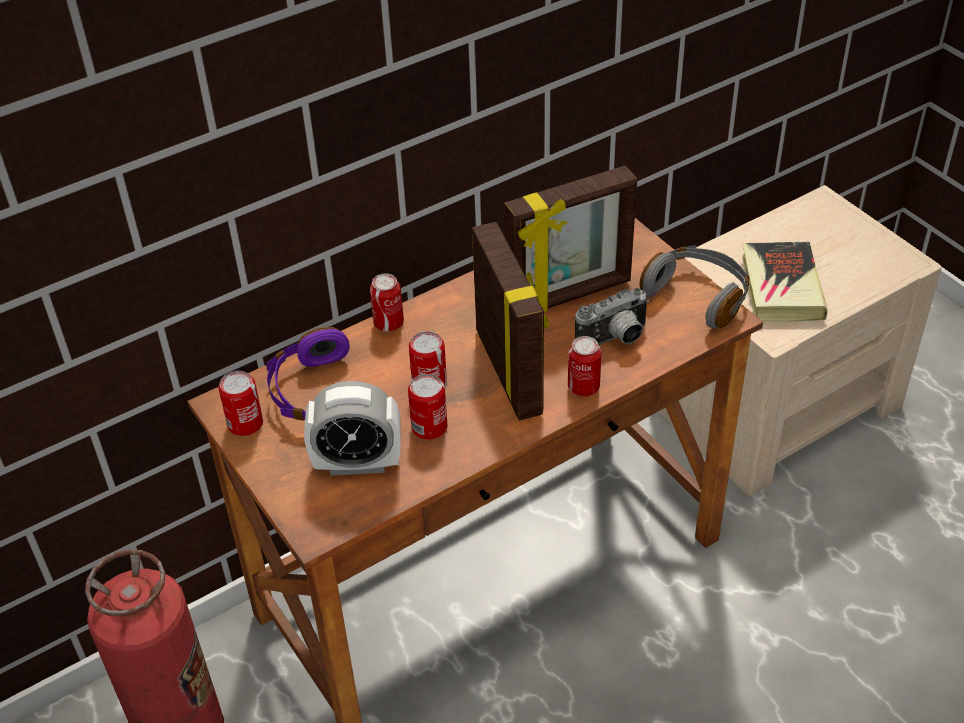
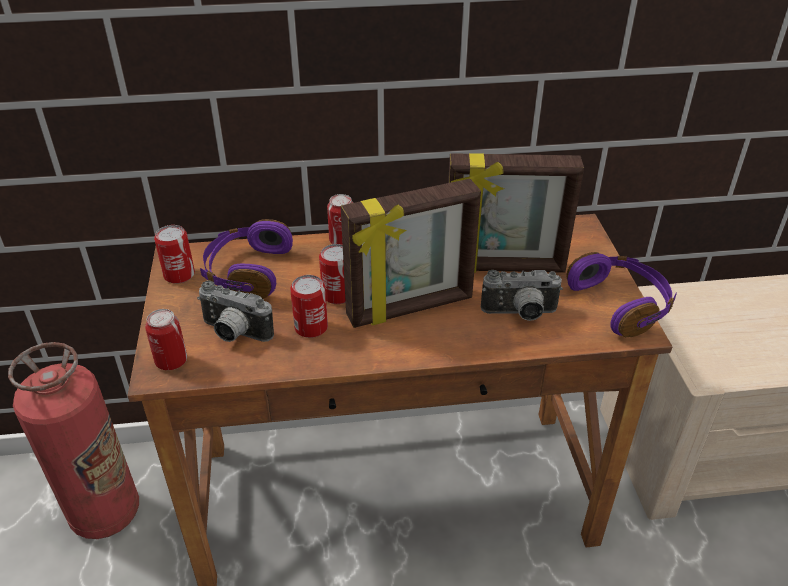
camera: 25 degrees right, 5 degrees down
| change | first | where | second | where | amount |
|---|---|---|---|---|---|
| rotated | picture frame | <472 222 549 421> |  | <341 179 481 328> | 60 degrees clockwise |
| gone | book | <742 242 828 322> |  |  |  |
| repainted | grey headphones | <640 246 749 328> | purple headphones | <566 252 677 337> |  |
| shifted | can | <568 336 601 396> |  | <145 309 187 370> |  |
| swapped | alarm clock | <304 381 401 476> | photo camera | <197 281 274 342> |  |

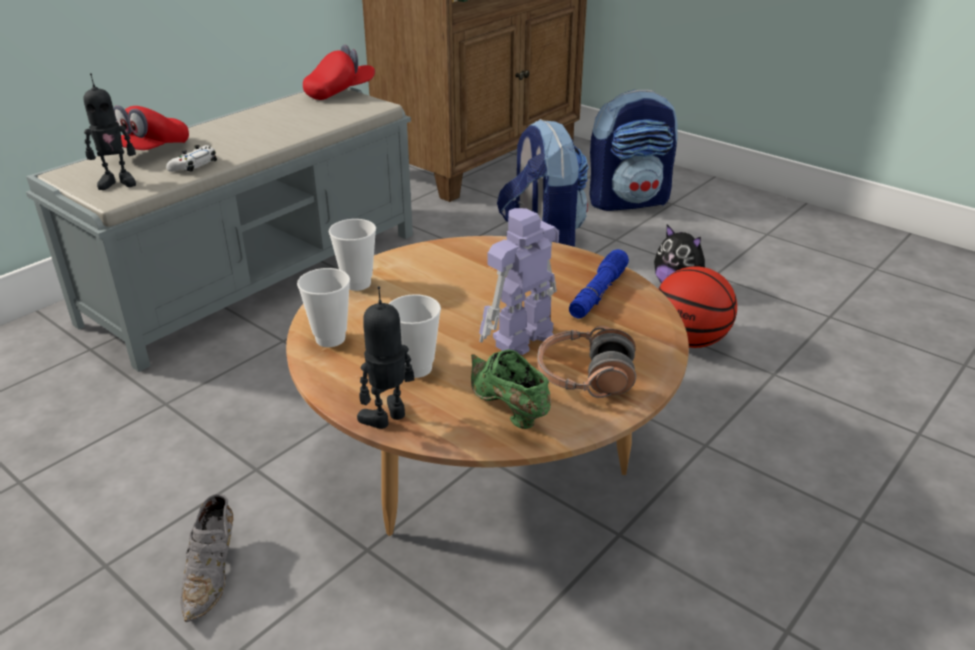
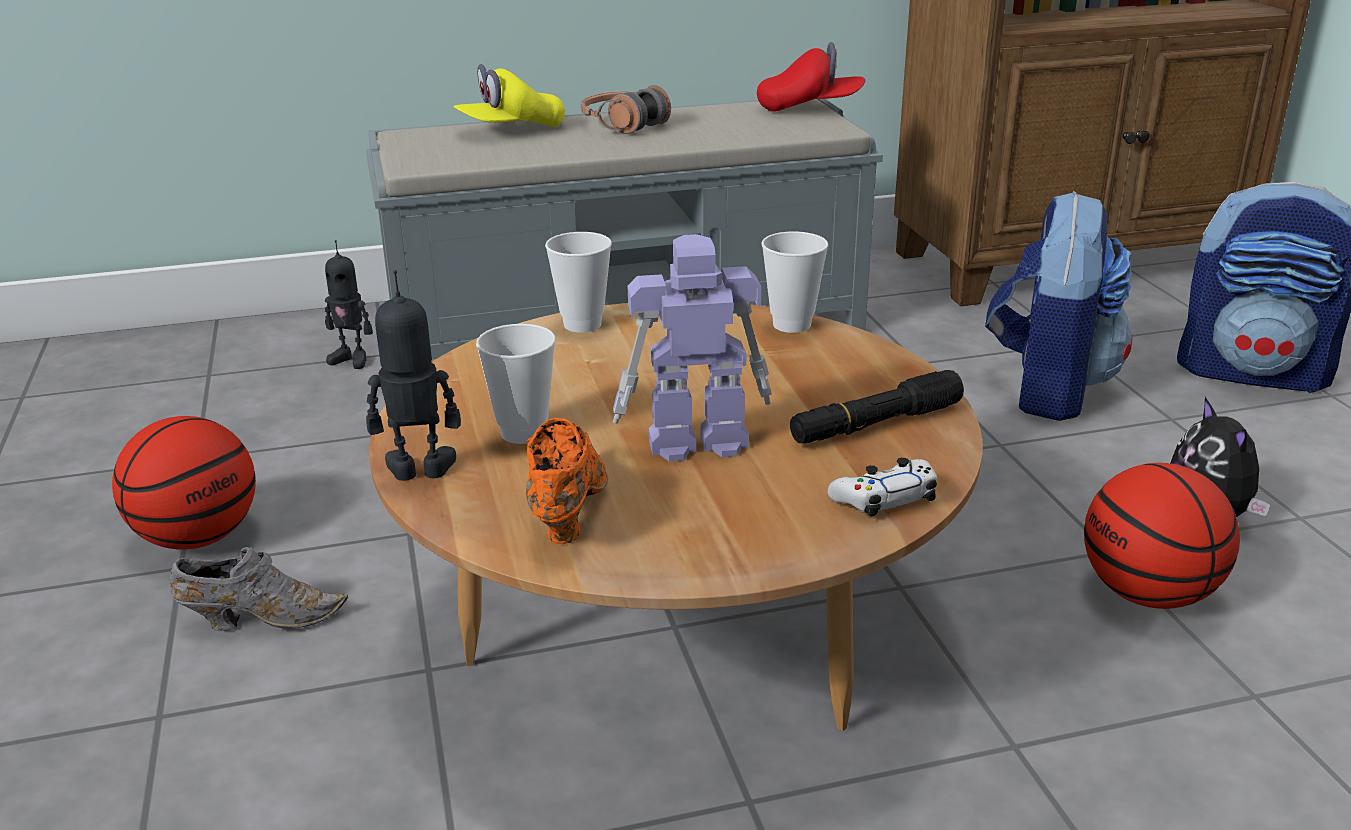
camera: 35 degrees right, 5 degrees down
| change | first | where | second | where | amount |
|---|---|---|---|---|---|
| shifted | toy robot | <84 73 136 190> |  | <325 240 373 369> |  |
| repainted | red cap | <113 105 189 150> | yellow cap | <453 64 565 127> |  |
| shifted | white game controller | <166 145 217 172> |  | <828 458 937 517> |  |
| repainted | blue flashlight | <569 249 629 319> | black flashlight | <790 370 964 444> |  |
| shifted | cup | <297 268 350 347> |  | <761 231 829 333> |  |
| shifted | headphones | <537 326 636 398> |  | <581 85 671 134> |  |
| repainted | green shoe | <471 349 551 429> | orange shoe | <526 418 608 544> |  |
| rotated | grey shoe | <180 494 233 622> |  | <170 547 348 631> | 135 degrees counterclockwise |
| new |  |  | basketball | <112 416 256 550> |  |

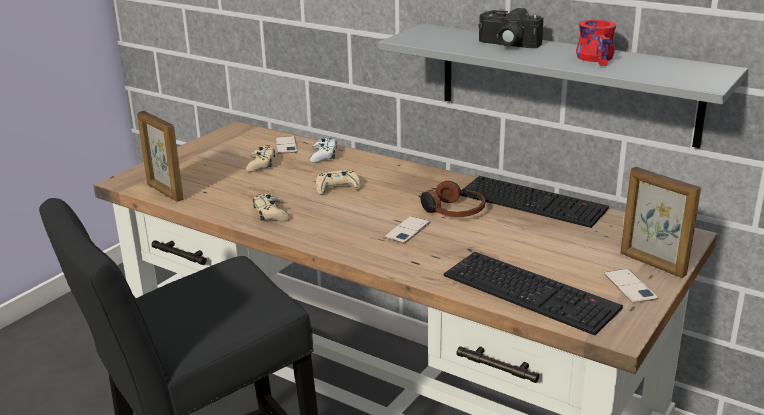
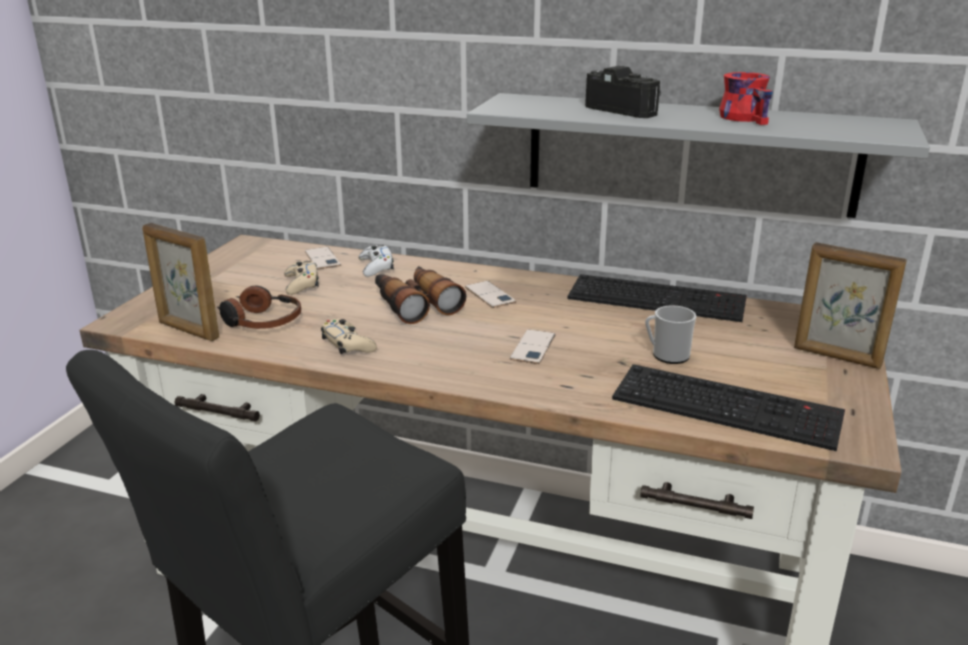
camera: 15 degrees left, 0 degrees up
| change | first | where | second | where | amount |
|---|---|---|---|---|---|
| rotated | photo camera | <478 8 543 48> |  | <585 66 661 118> | 150 degrees counterclockwise |
| swapped | beige game controller | <316 170 361 195> | binoculars | <375 266 466 324> |  |
| shifted | headphones | <418 181 485 217> |  | <218 285 301 329> |  |
| shifted | phone | <604 269 658 303> |  | <465 281 516 308> |  |
| new |  |  | mug | <645 305 696 364> |  |

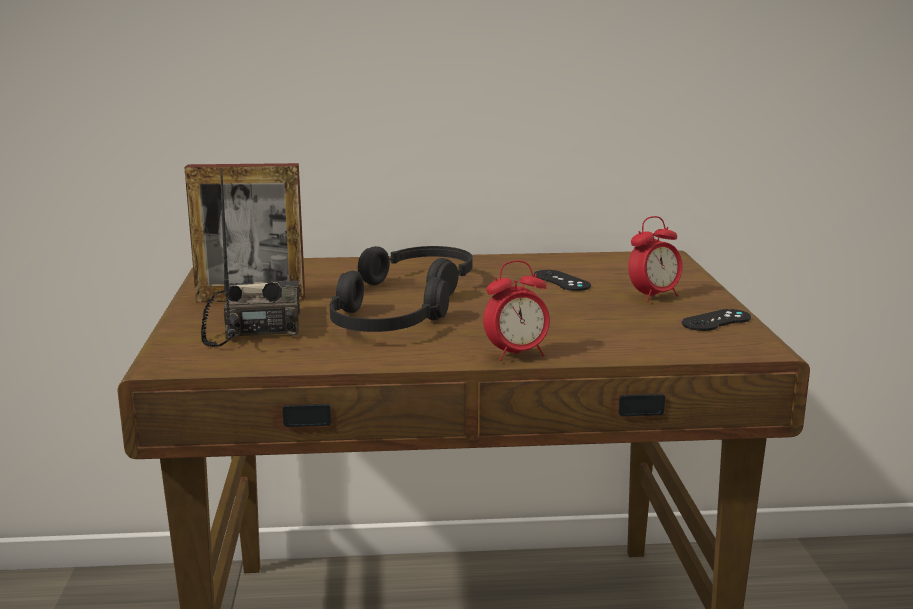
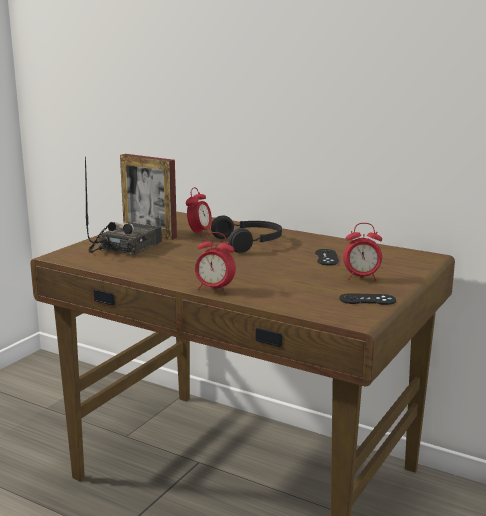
camera: 35 degrees right, 0 degrees up
| change | first | where | second | where | amount |
|---|---|---|---|---|---|
| gone | black headphones | <330 271 449 332> |  |  |  |
| new |  |  | alarm clock | <186 187 212 236> |  |

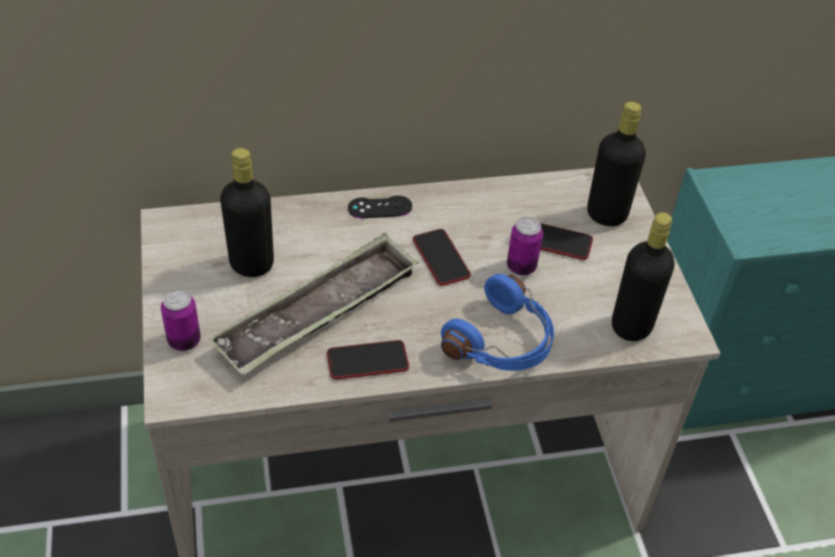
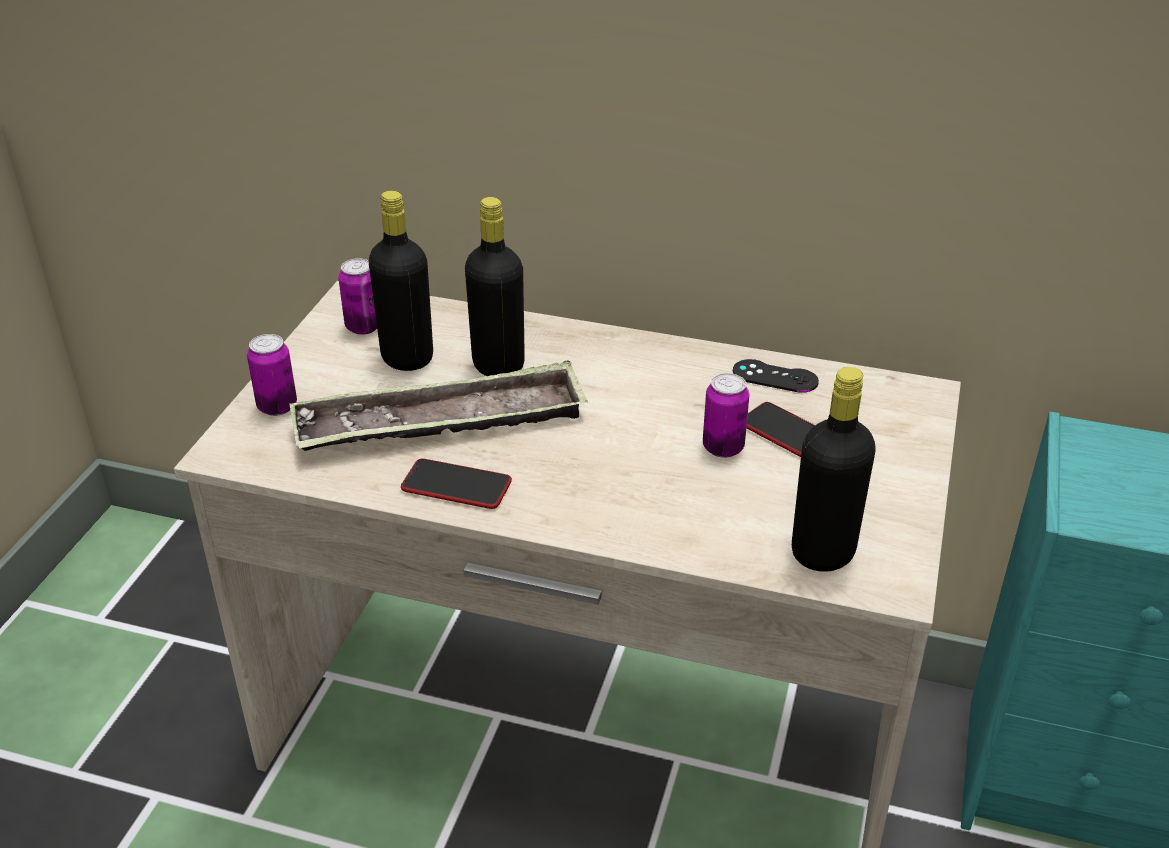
camera: 30 degrees right, 10 degrees down
| change | first | where | second | where | amount |
|---|---|---|---|---|---|
| shifted | black bottle | <587 102 646 226> |  | <465 197 525 376> |  |
| shifted | black game controller | <348 195 412 218> |  | <733 359 819 393> |  |
| gone | phone | <413 229 471 286> |  |  |  |
| gone | blue headphones | <441 274 554 371> |  |  |  |
| new |  |  | can | <338 258 377 335> |  |

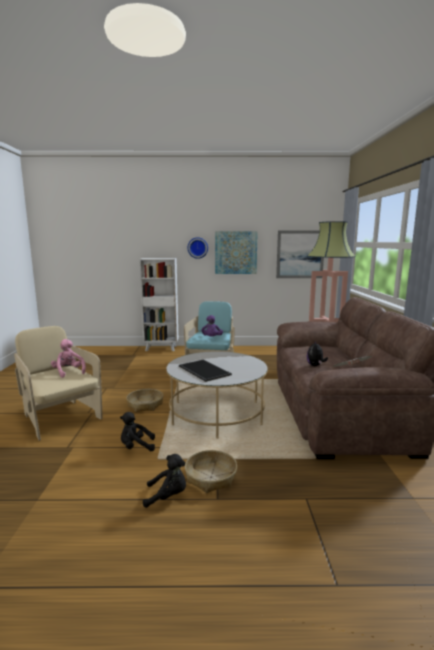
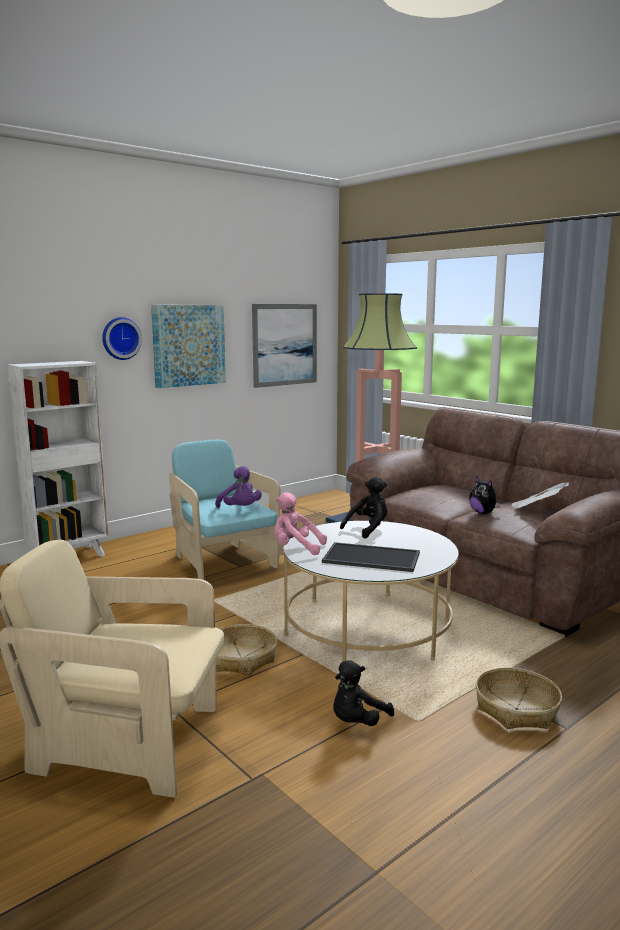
camera: 40 degrees left, 0 degrees up
| change | first | where | second | where | amount |
|---|---|---|---|---|---|
| shifted | pink plush toy | <51 339 86 378> |  | <274 492 327 555> |  |
| shifted | black plush toy | <143 454 186 508> |  | <340 477 387 539> |  |

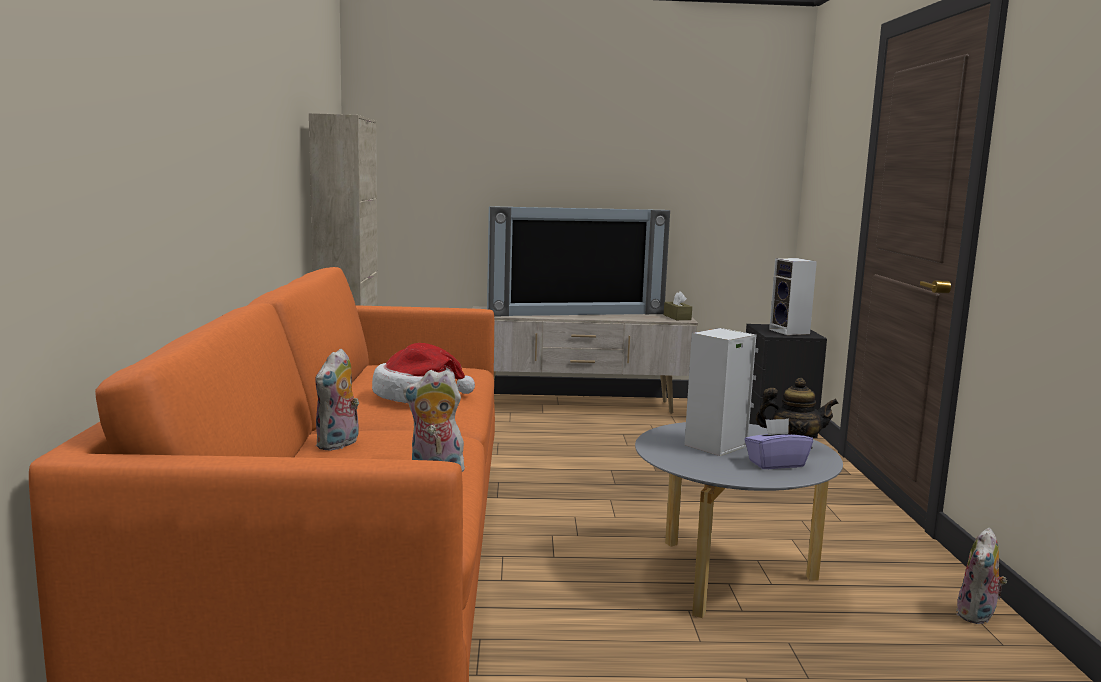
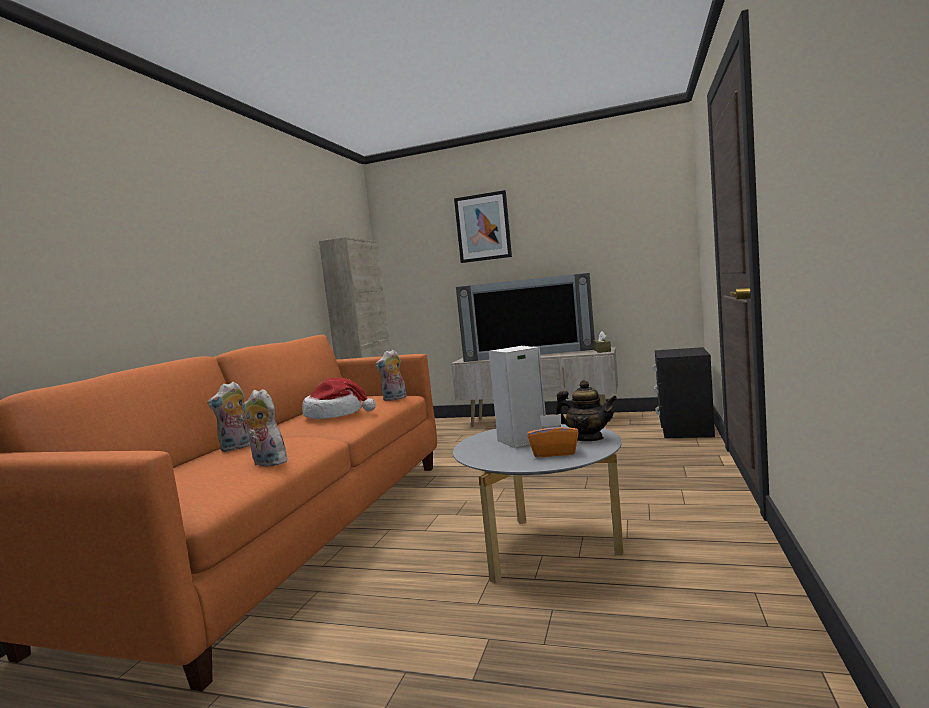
camera: 20 degrees right, 5 degrees down
| change | first | where | second | where | amount |
|---|---|---|---|---|---|
| gone | speaker | <769 258 817 335> |  |  |  |
| repainted | purple tissue box | <745 418 813 469> | orange tissue box | <527 414 578 457> |  |
| shifted | plush toy | <956 528 1007 624> |  | <375 350 406 401> |  |
| new |  |  | picture | <454 190 512 263> |  |

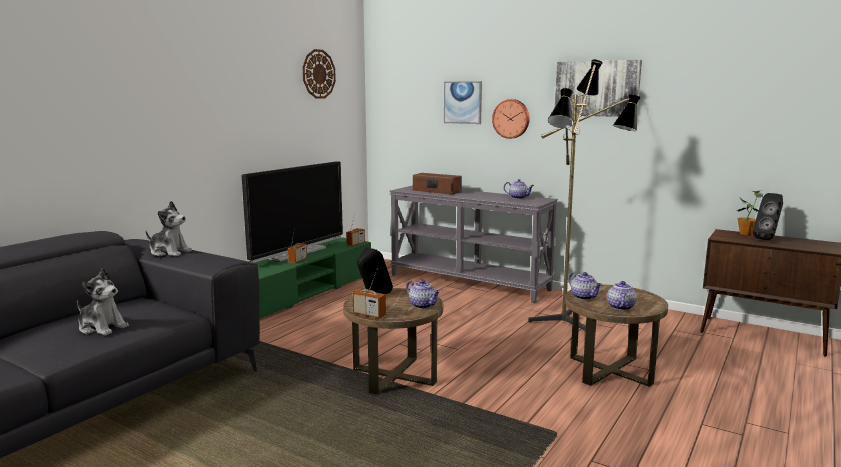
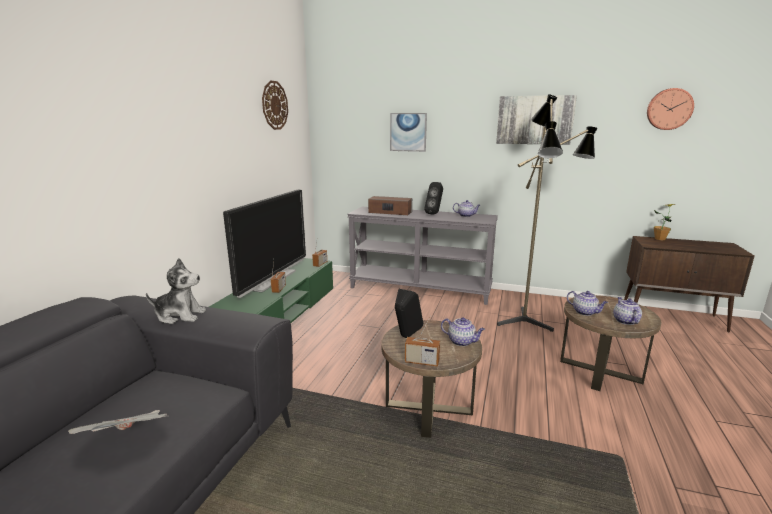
camera: 15 degrees left, 5 degrees up
| change | first | where | second | where | amount |
|---|---|---|---|---|---|
| shifted | wall clock | <492 99 530 139> |  | <647 88 694 130> |  |
| shifted | black speaker | <753 193 783 240> |  | <424 182 443 215> |  |
| swapped | plush toy | <77 268 129 335> | newspaper | <68 410 167 434> |  |

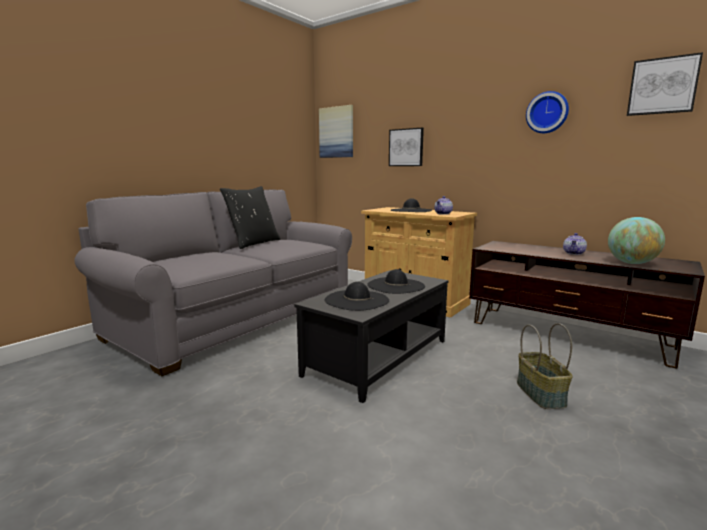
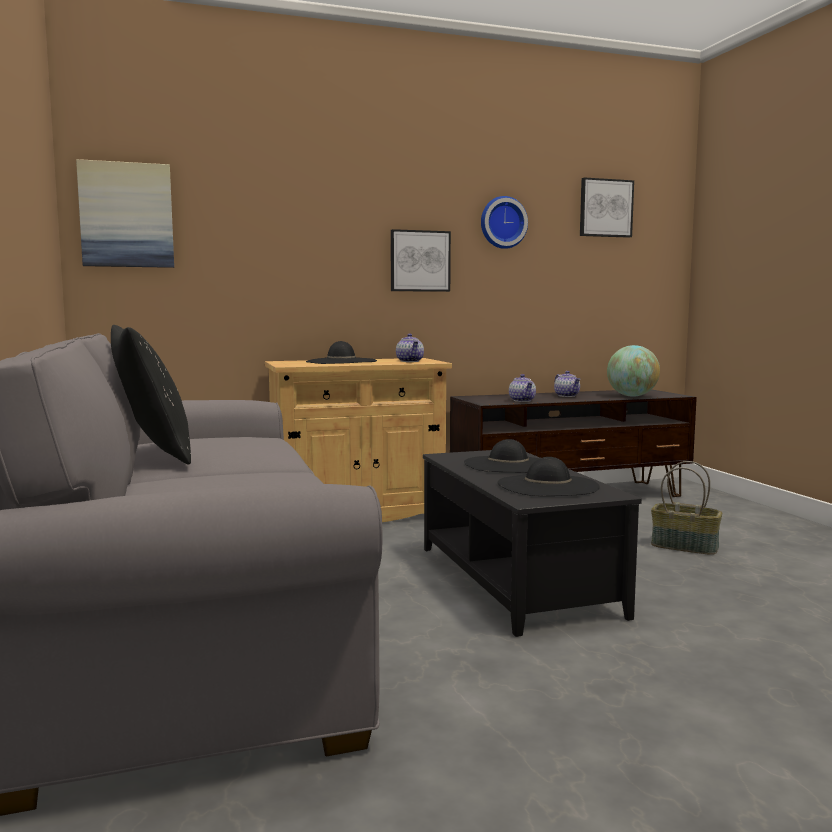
camera: 55 degrees left, 5 degrees down
| change | first | where | second | where | amount |
|---|---|---|---|---|---|
| shifted | picture | <389 128 424 166> |  | <390 229 451 292> |  |
| new |  |  | teapot | <509 374 536 402> |  |

